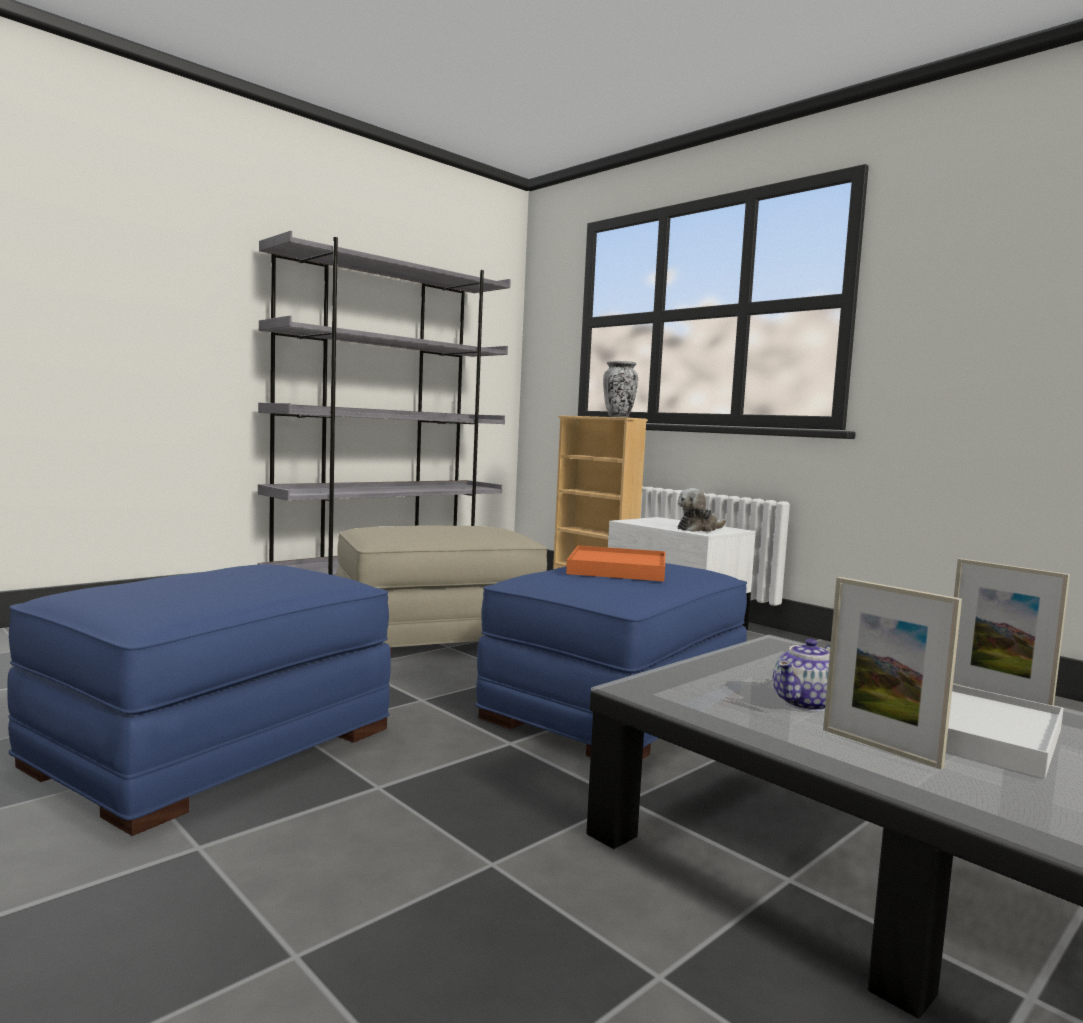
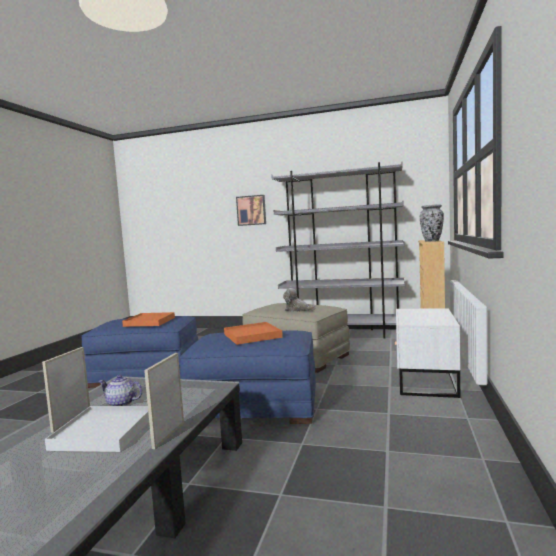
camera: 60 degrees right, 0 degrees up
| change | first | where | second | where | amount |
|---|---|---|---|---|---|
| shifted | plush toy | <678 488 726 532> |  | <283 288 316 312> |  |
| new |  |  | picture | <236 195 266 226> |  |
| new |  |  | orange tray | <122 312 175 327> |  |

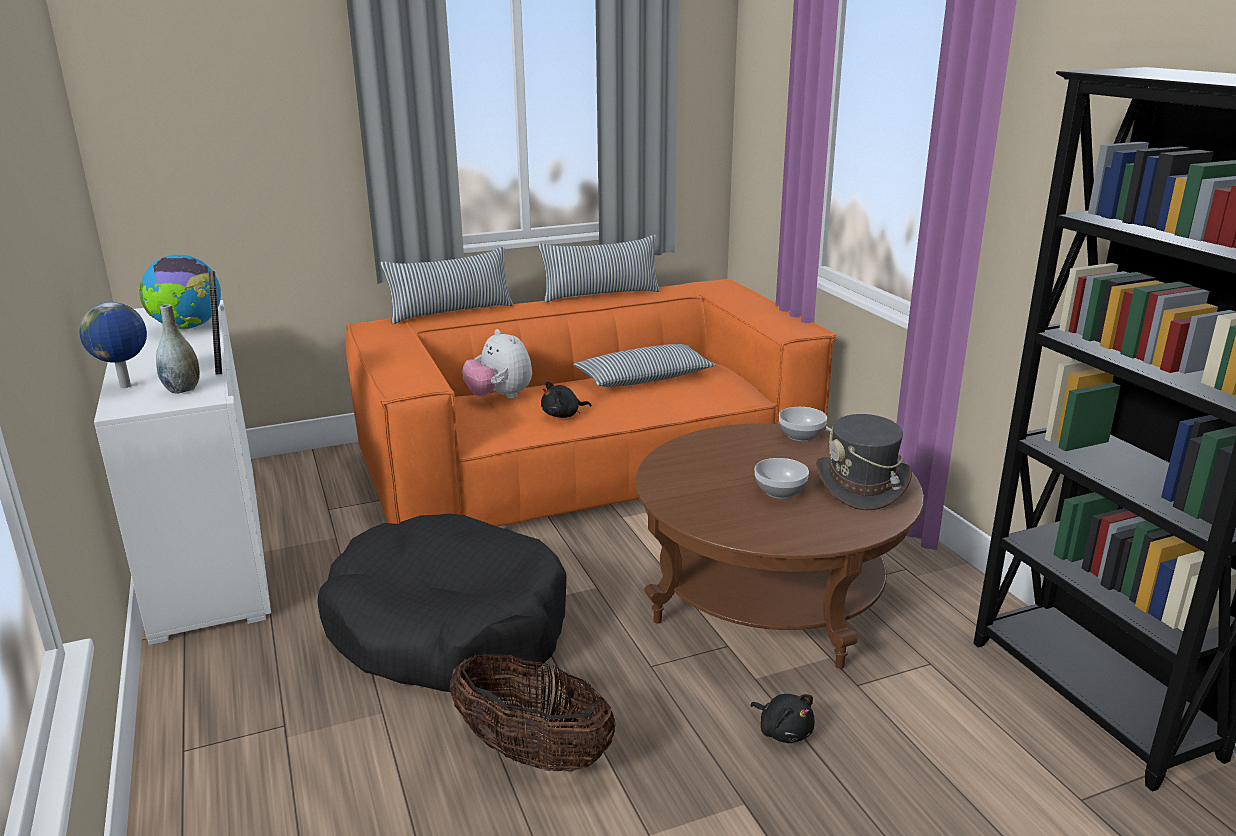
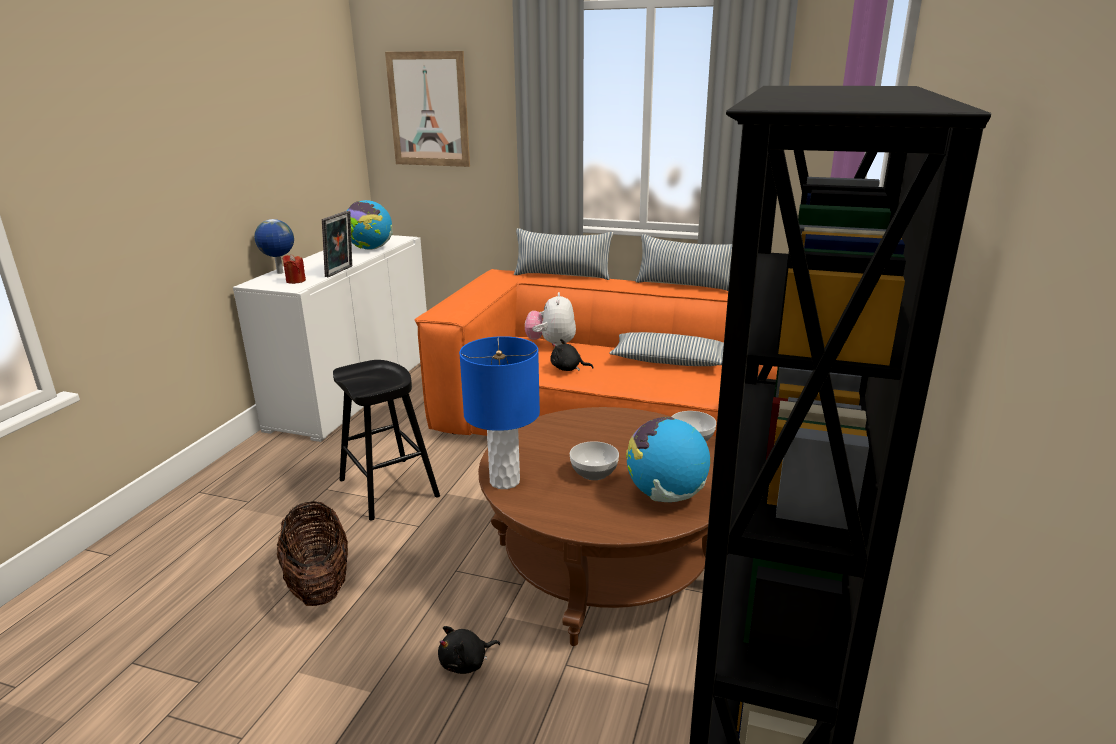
camera: 40 degrees right, 0 degrees up
| change | first | where | second | where | amount |
|---|---|---|---|---|---|
| swapped | grey vase | <156 304 200 394> | red candle | <283 254 306 284> |  |
| swapped | grey hat | <816 414 912 510> | globe | <626 417 710 502> |  |
| swapped | black dog bed | <317 514 567 692> | black stool | <333 360 440 521> |  |
| rotated | black plush toy | <750 694 815 743> |  | <438 626 500 674> | 60 degrees clockwise |
| new |  |  | picture | <385 51 470 167> |  |
| new |  |  | blue table lamp | <459 336 540 489> |  |

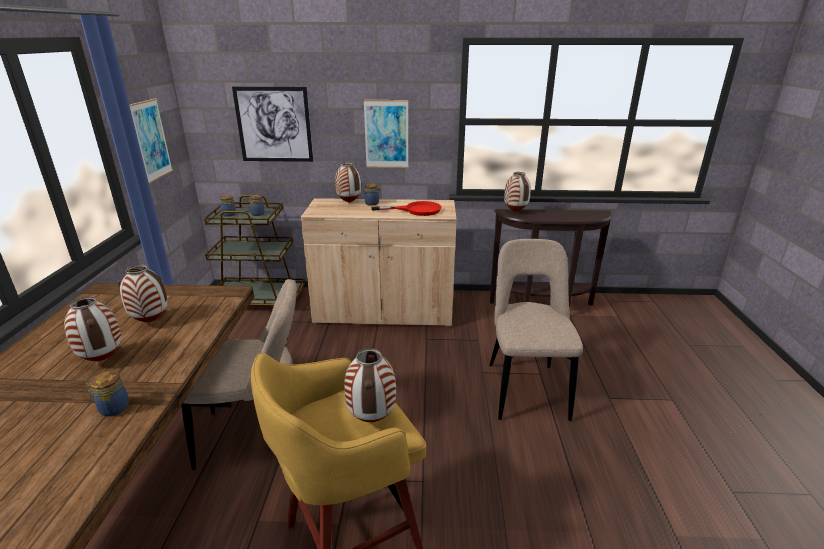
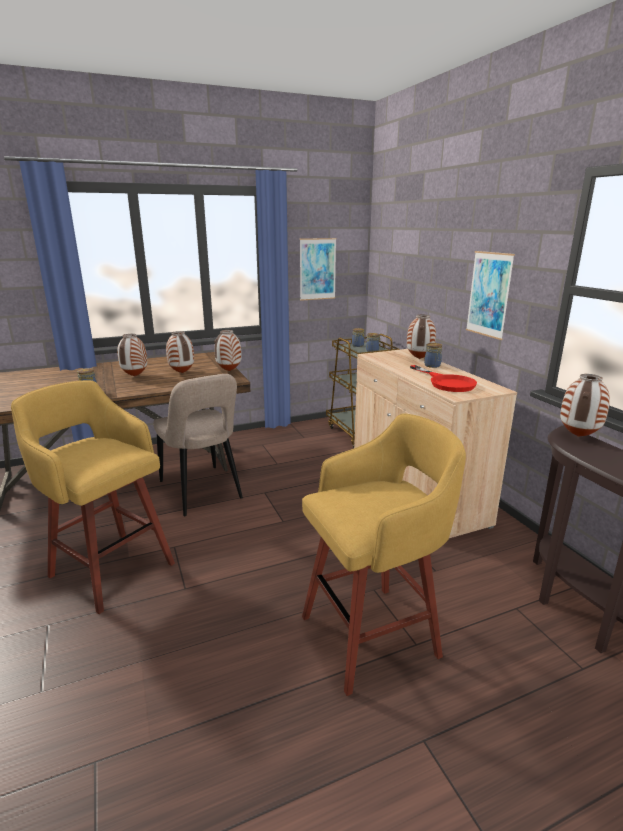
camera: 65 degrees right, 5 degrees down
| change | first | where | second | where | amount |
|---|---|---|---|---|---|
| gone | picture | <232 86 313 162> |  |  |  |
| swapped | beige chair | <489 239 583 421> | yellow stool | <302 414 466 696> |  |
| shifted | vase | <344 348 396 422> |  | <214 330 242 371> |  |

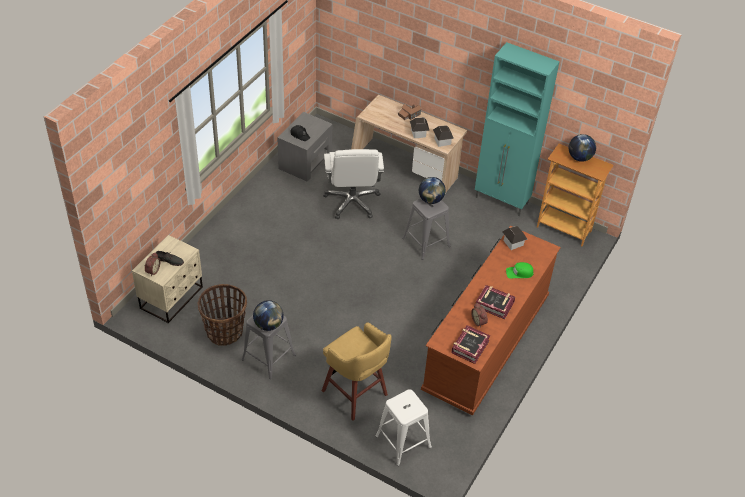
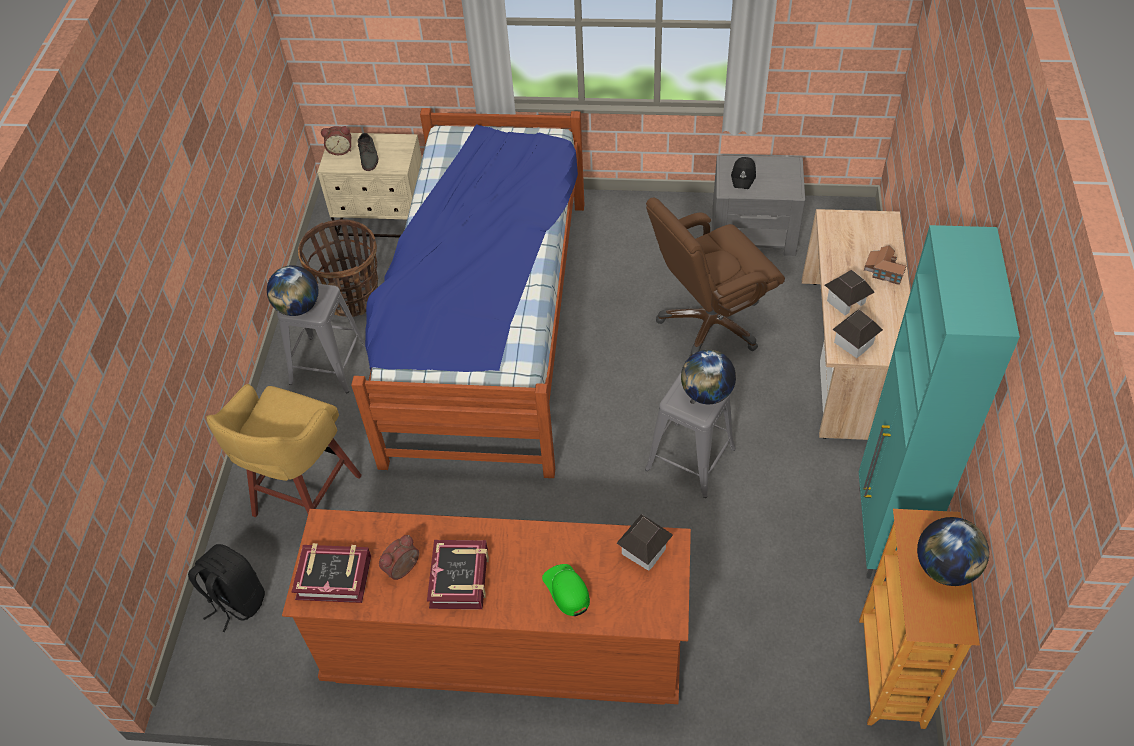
camera: 70 degrees right, 5 degrees up
| change | first | where | second | where | amount |
|---|---|---|---|---|---|
| repainted | white office chair | <323 149 384 219> | brown office chair | <646 198 785 357> |  |
| swapped | white stool | <375 389 432 466> | black backpack | <188 544 265 632> |  |
| new |  |  | bed | <351 108 584 478> |  |

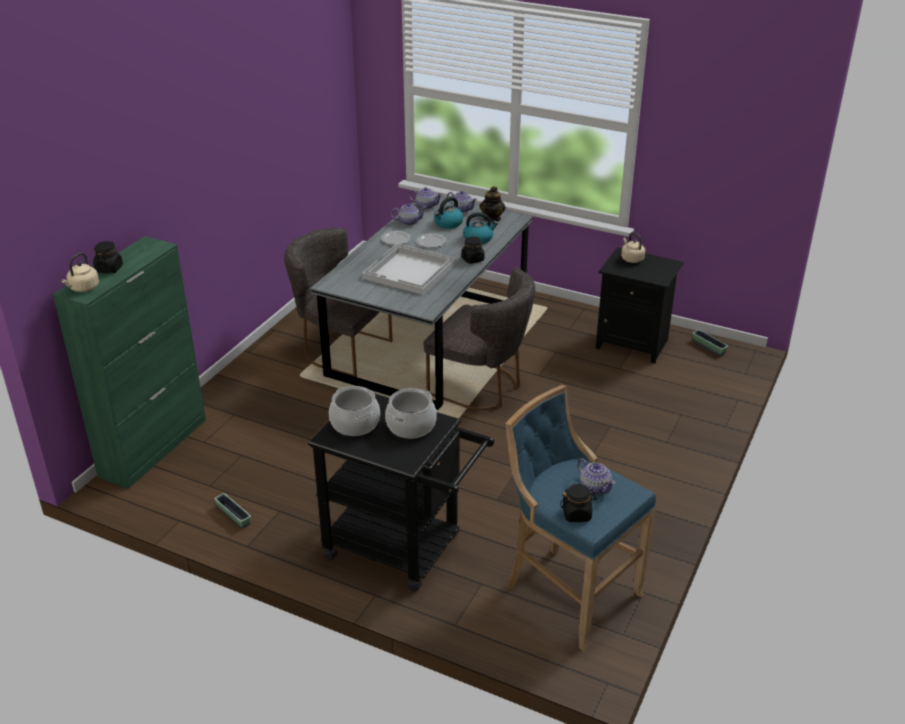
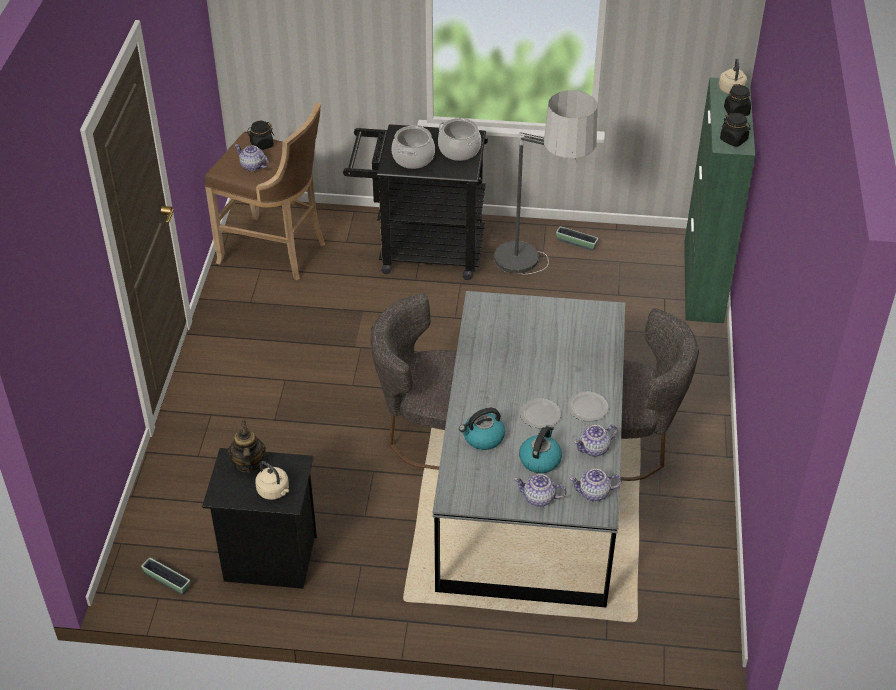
camera: 160 degrees right, 10 degrees up
| change | first | where | second | where | amount |
|---|---|---|---|---|---|
| shifted | teapot | <480 187 506 222> |  | <228 420 266 473> |  |
| shifted | black jar | <461 236 484 264> |  | <720 113 751 147> |  |
| gone | white tray | <362 244 456 295> |  |  |  |
| repainted | blue stool | <505 385 656 651> | brown stool | <205 103 325 280> |  |
| new |  |  | floor lamp | <494 90 597 275> |  |

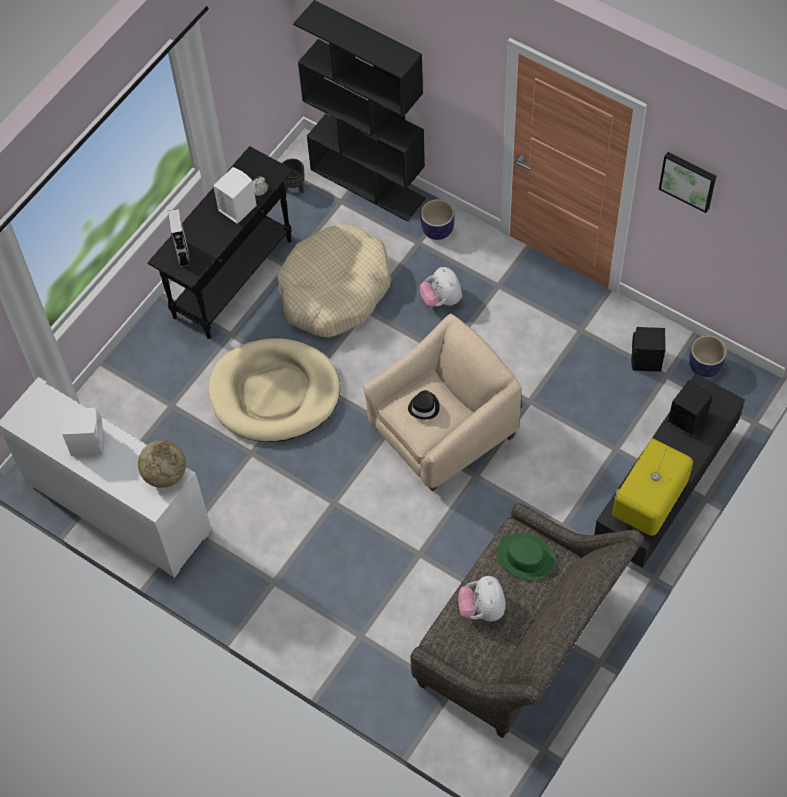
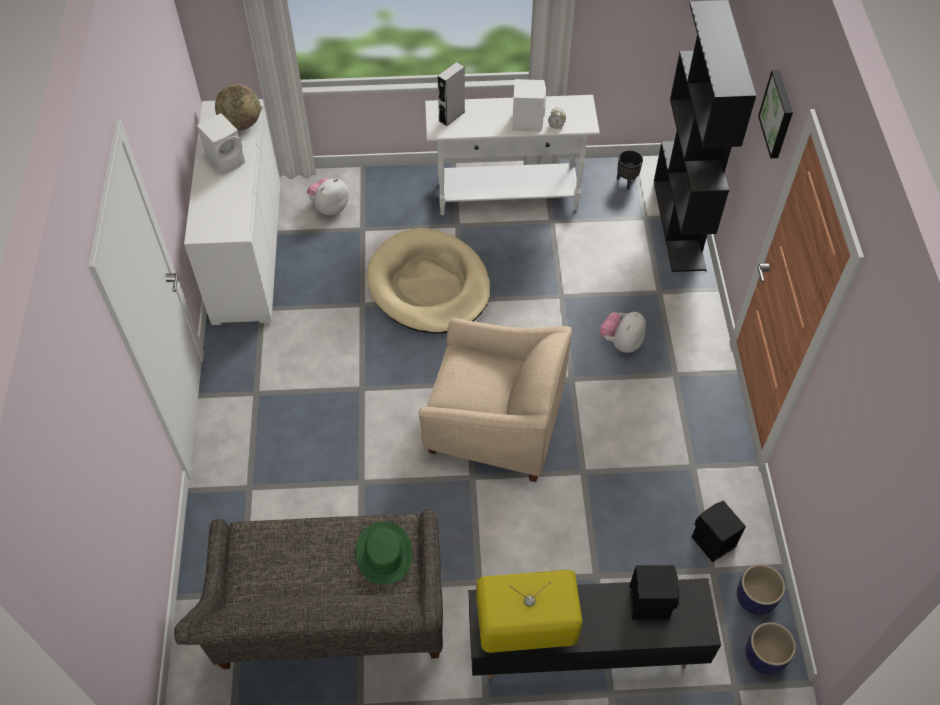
camera: 50 degrees right, 5 degrees down
| change | first | where | second | where | amount |
|---|---|---|---|---|---|
| repainted | black console table | <147 146 293 339> | white console table | <425 95 600 215> |  |
| shifted | picture | <659 152 716 213> |  | <758 70 793 158> |  |
| shifted | planter | <421 199 454 240> |  | <745 622 796 675> |  |
| gone | beige dog bed | <277 224 391 338> |  |  |  |
| gone | black hat | <408 390 440 420> |  |  |  |
| shifted | globe | <138 440 186 488> |  | <215 84 261 130> |  |
| shifted | plush toy | <458 576 506 621> |  | <307 177 349 215> |  |

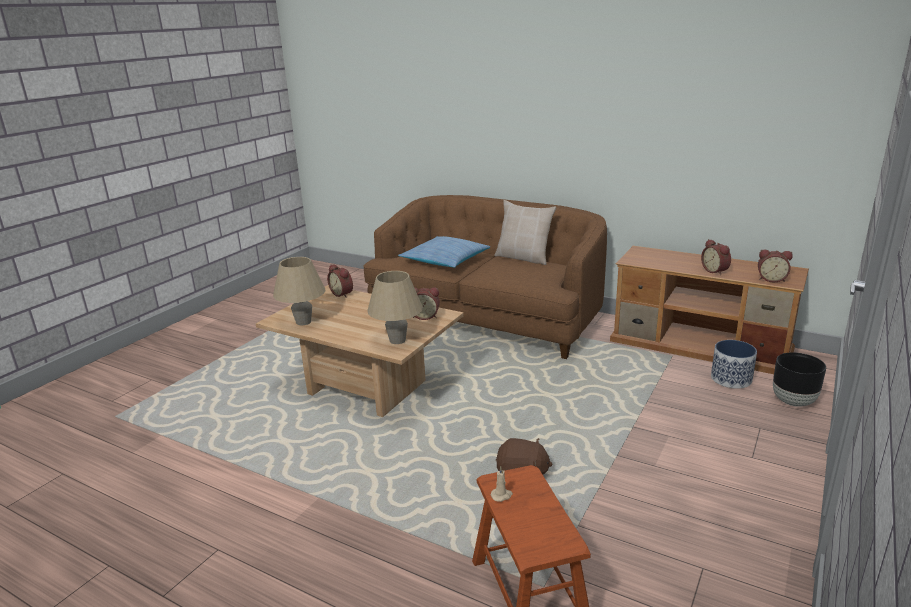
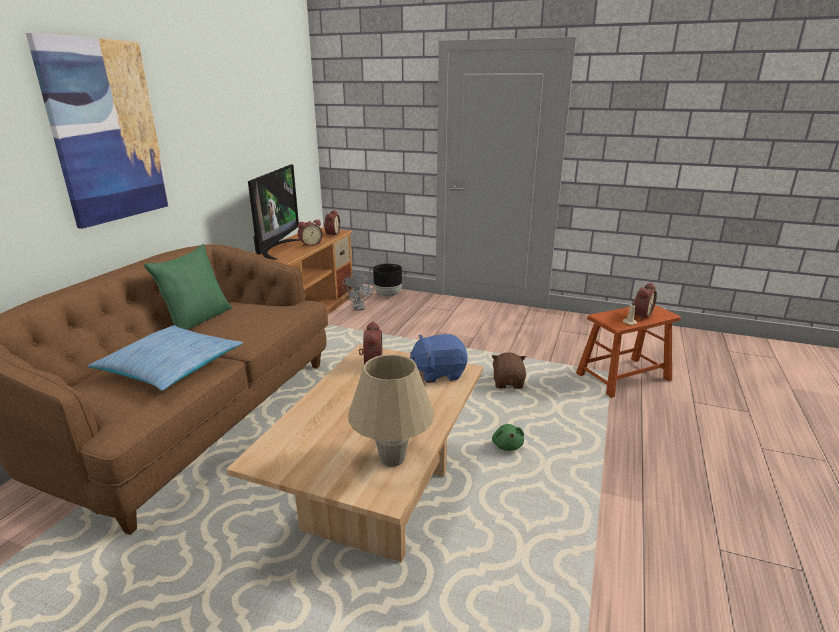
camera: 100 degrees left, 0 degrees up
| change | first | where | second | where | amount |
|---|---|---|---|---|---|
| repainted | beige pillow | <494 200 556 265> | green pillow | <144 244 232 330> |  |
| shifted | alarm clock | <327 264 353 298> |  | <632 283 657 320> |  |
| swapped | beige table lamp | <367 271 423 344> | blue plush toy | <410 334 468 383> |  |
| swapped | planter | <711 340 757 389> | grey fan | <342 271 374 310> |  |
| new |  |  | picture | <26 33 170 229> |  |
| new |  |  | television | <248 165 300 260> |  |
| new |  |  | green plush toy | <492 424 524 451> |  |

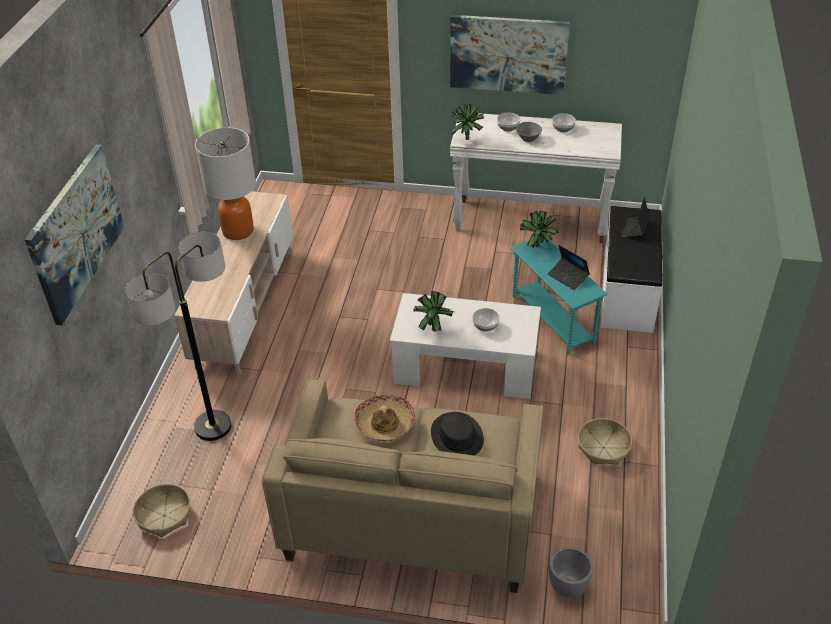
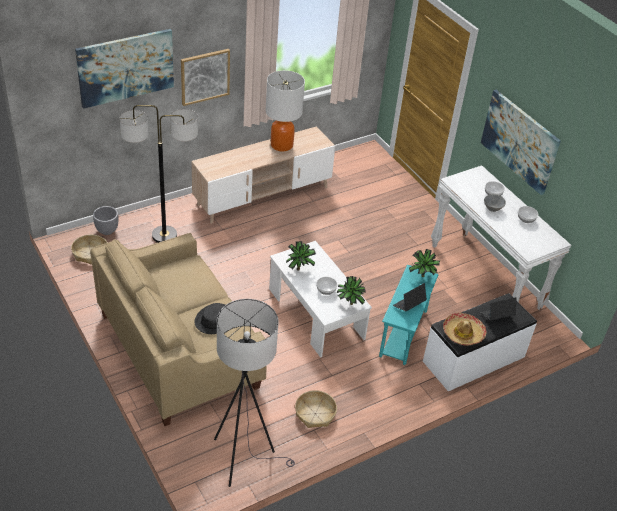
camera: 45 degrees right, 0 degrees up
| change | first | where | second | where | amount |
|---|---|---|---|---|---|
| shifted | potted plant | <450 104 484 140> |  | <337 276 366 305> |  |
| rotated | laptop | <548 245 590 291> |  | <393 283 427 312> | 45 degrees clockwise |
| shifted | hat | <354 395 416 441> |  | <443 313 486 346> |  |
| shifted | grey planter | <549 547 593 597> |  | <93 206 118 235> |  |
| new |  |  | picture | <181 49 230 106> |  |
| new |  |  | grey floor lamp | <214 299 295 487> |  |

